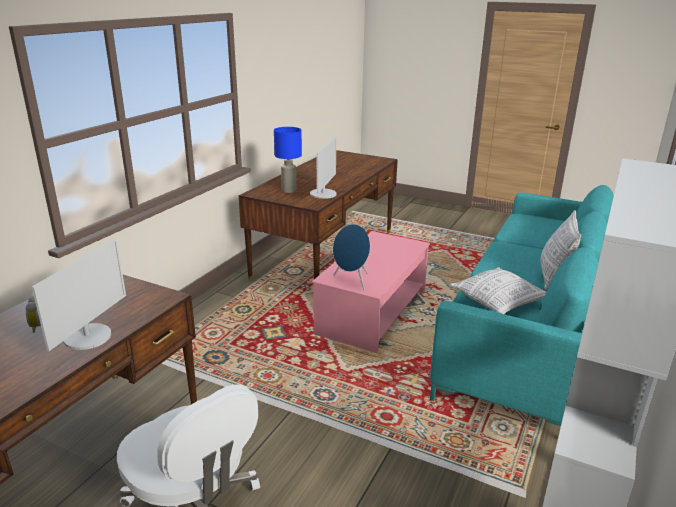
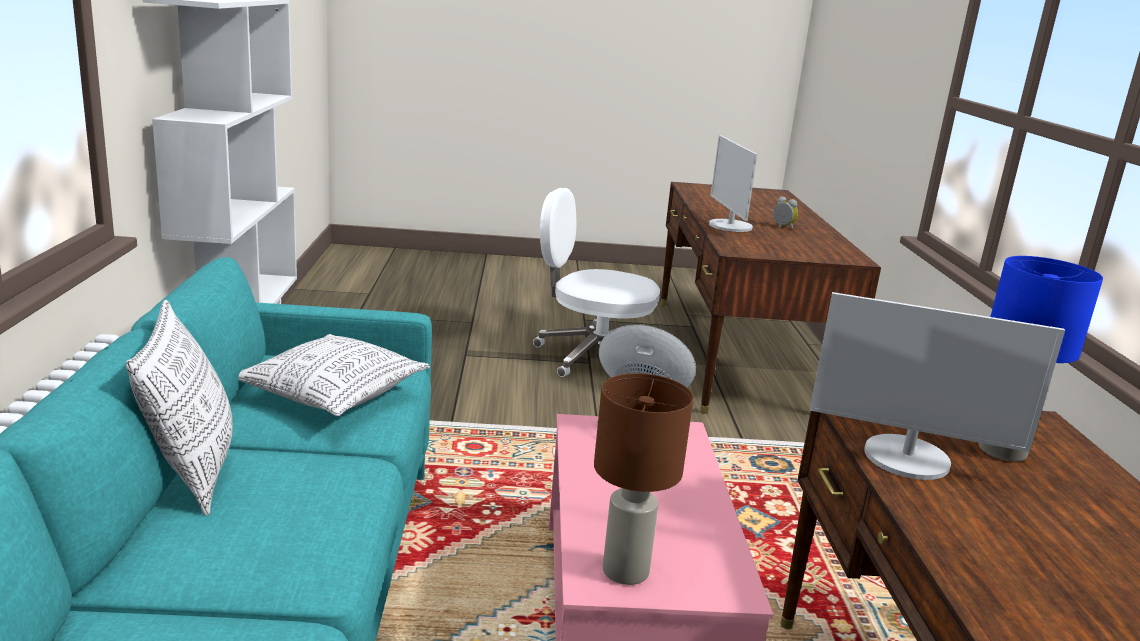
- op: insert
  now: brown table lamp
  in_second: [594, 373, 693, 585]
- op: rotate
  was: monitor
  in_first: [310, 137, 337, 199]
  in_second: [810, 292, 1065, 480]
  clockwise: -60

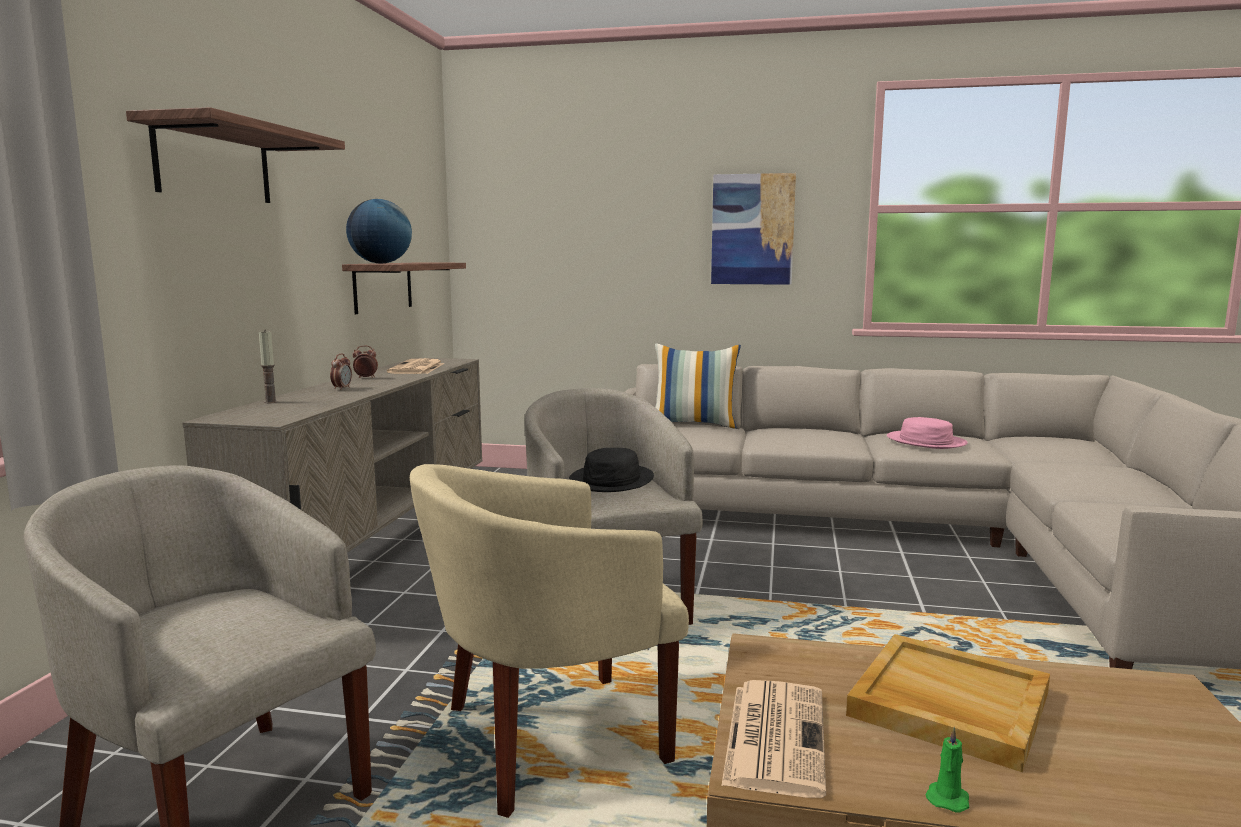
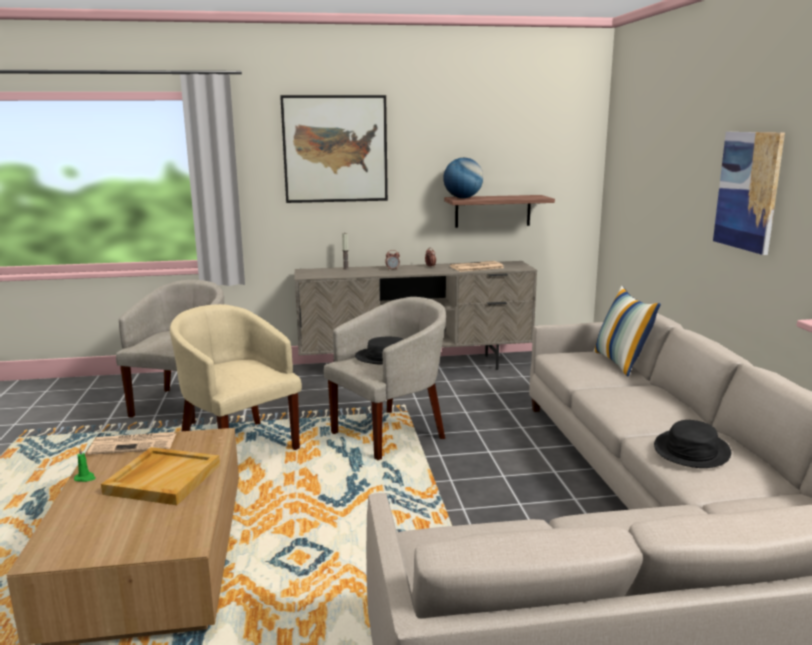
- op: replace
  was: shelf
  now: picture
  in_first: [126, 107, 345, 203]
  in_second: [280, 95, 388, 203]
- op: recolor
  was: pink hat
  now: black hat
  in_first: [887, 417, 968, 449]
  in_second: [654, 420, 731, 468]

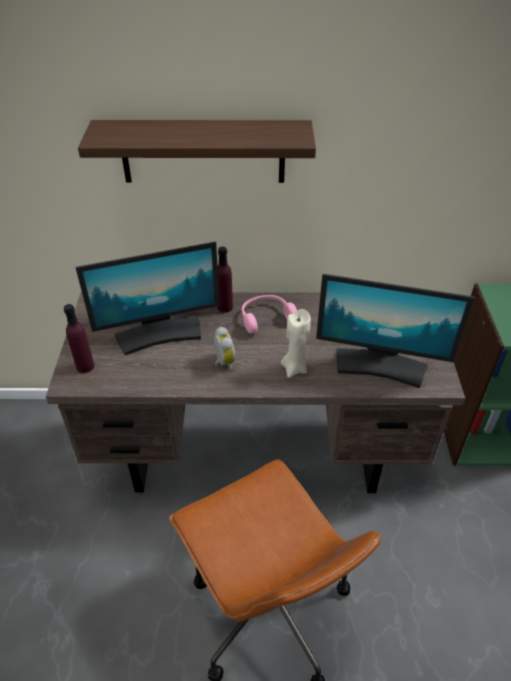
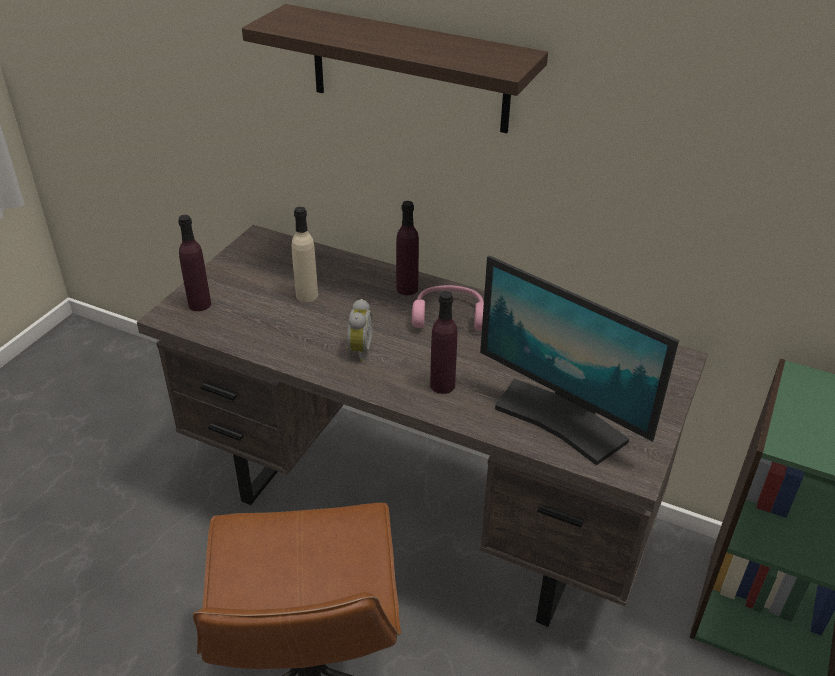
- op: replace
  was: monitor
  now: beige bottle
  in_first: [76, 242, 220, 355]
  in_second: [292, 207, 318, 302]
- op: replace
  was: beige candle
  now: purple bottle
  in_first: [281, 309, 311, 378]
  in_second: [430, 291, 457, 394]

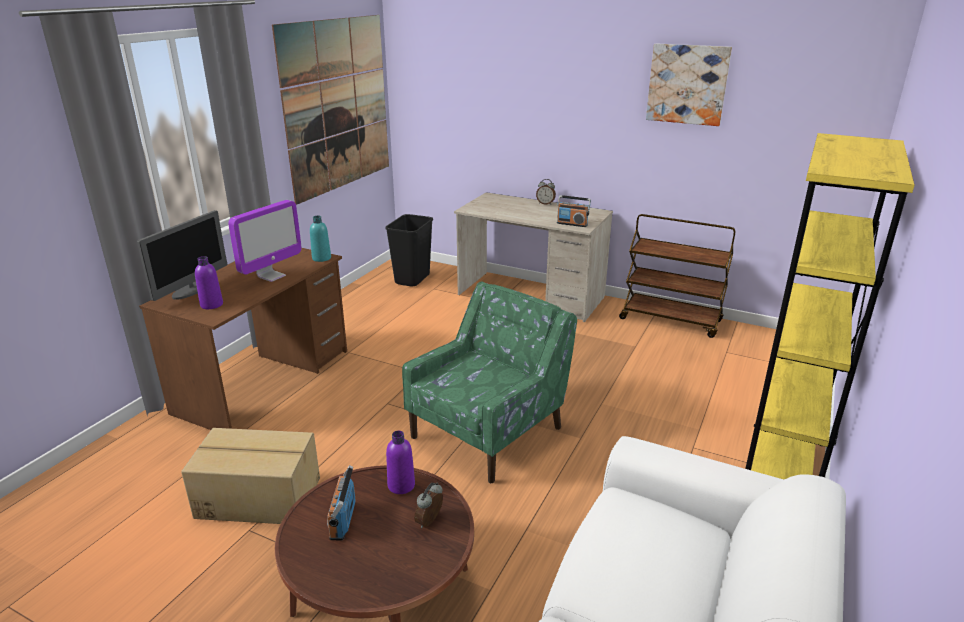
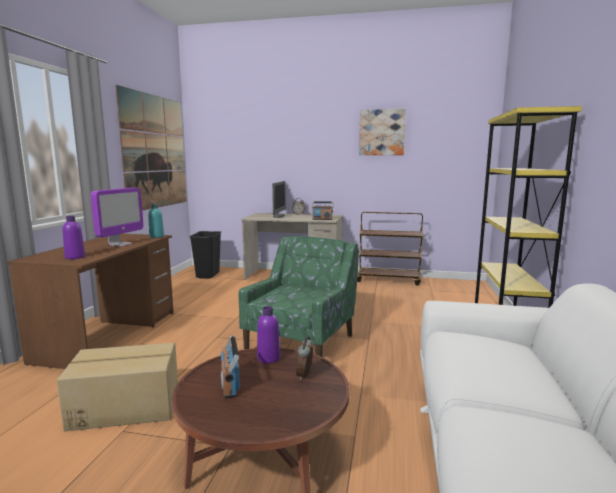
- op: move
  was: monitor
  in_first: [137, 210, 227, 301]
  in_second: [272, 181, 285, 218]

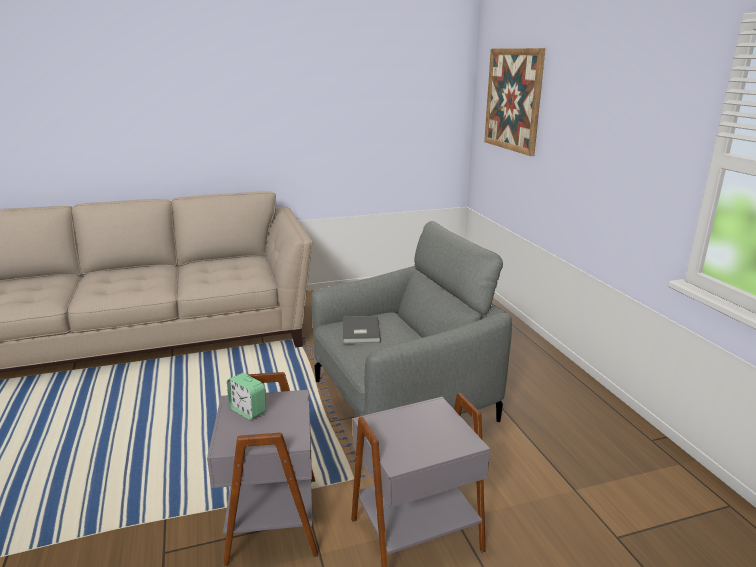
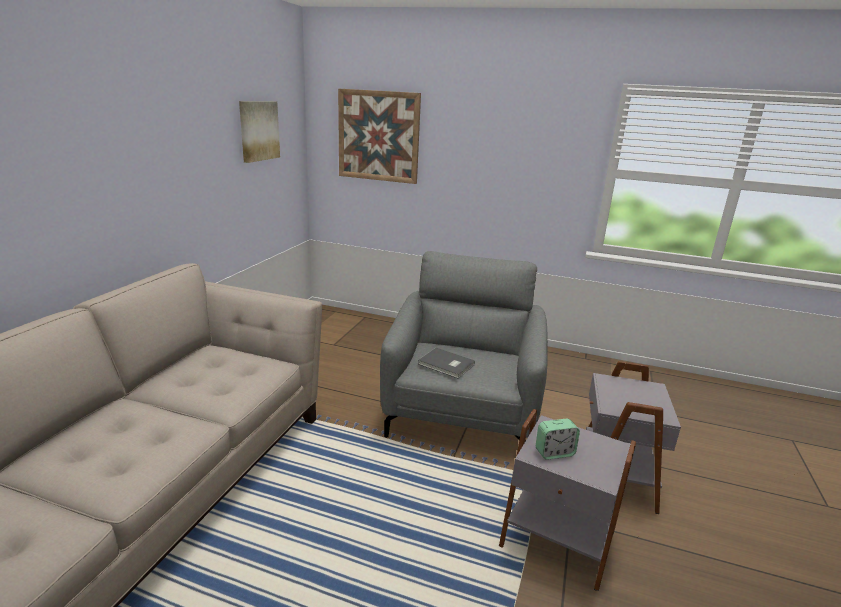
- op: insert
  now: picture
  in_second: [239, 101, 280, 163]

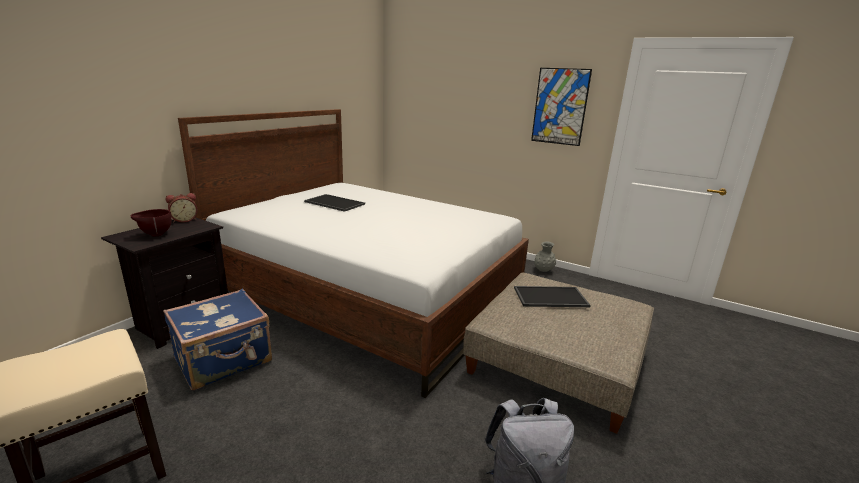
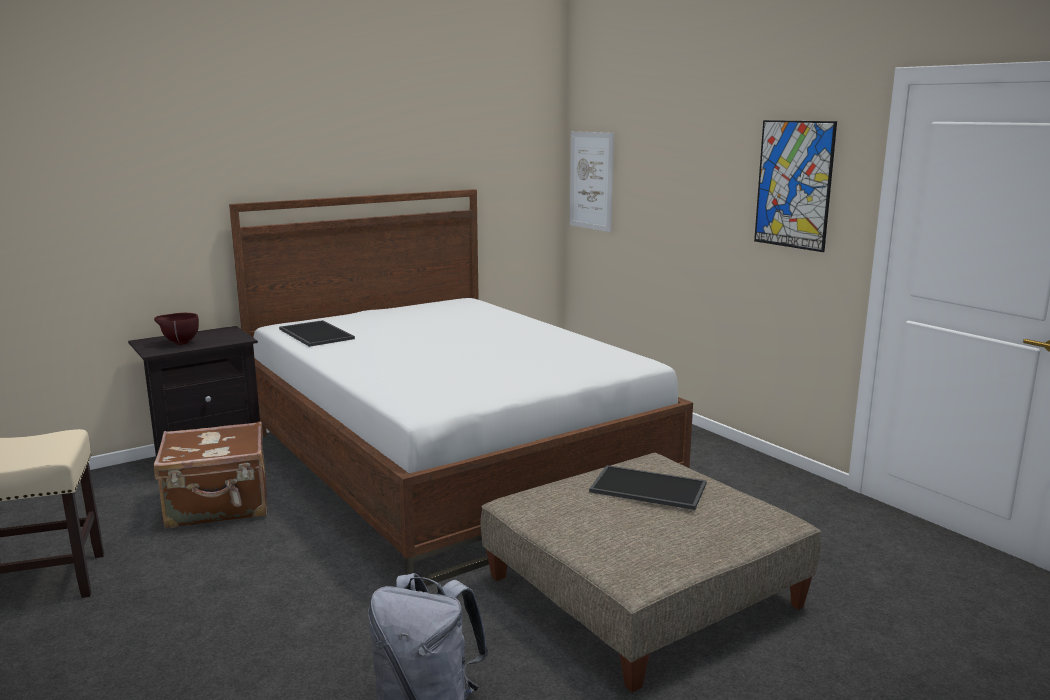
- op: recolor
  was: blue suitcase
  now: brown suitcase
  in_first: [163, 289, 272, 390]
  in_second: [154, 421, 267, 528]
- op: move
  was: tray
  in_first: [304, 194, 365, 212]
  in_second: [279, 320, 355, 347]
- op: insert
  now: picture
  in_second: [570, 131, 614, 232]
- op: delete
  was: alarm clock
  in_first: [166, 193, 198, 223]
- op: delete
  was: grey vase
  in_first: [534, 241, 556, 272]

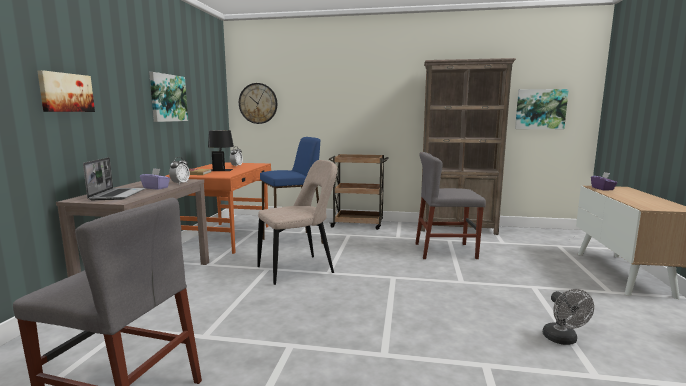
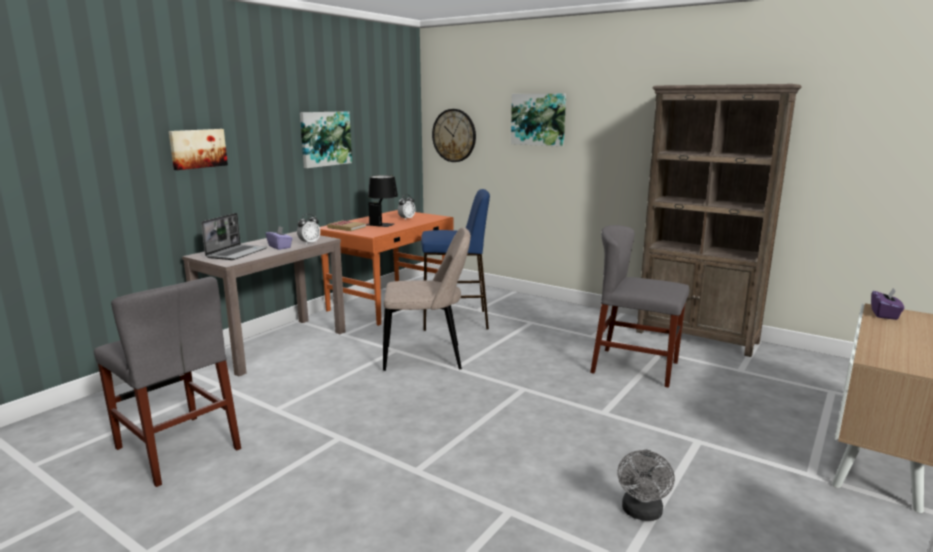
- op: move
  was: picture
  in_first: [515, 89, 569, 129]
  in_second: [511, 94, 566, 147]
- op: delete
  was: brown cart
  in_first: [329, 154, 389, 230]

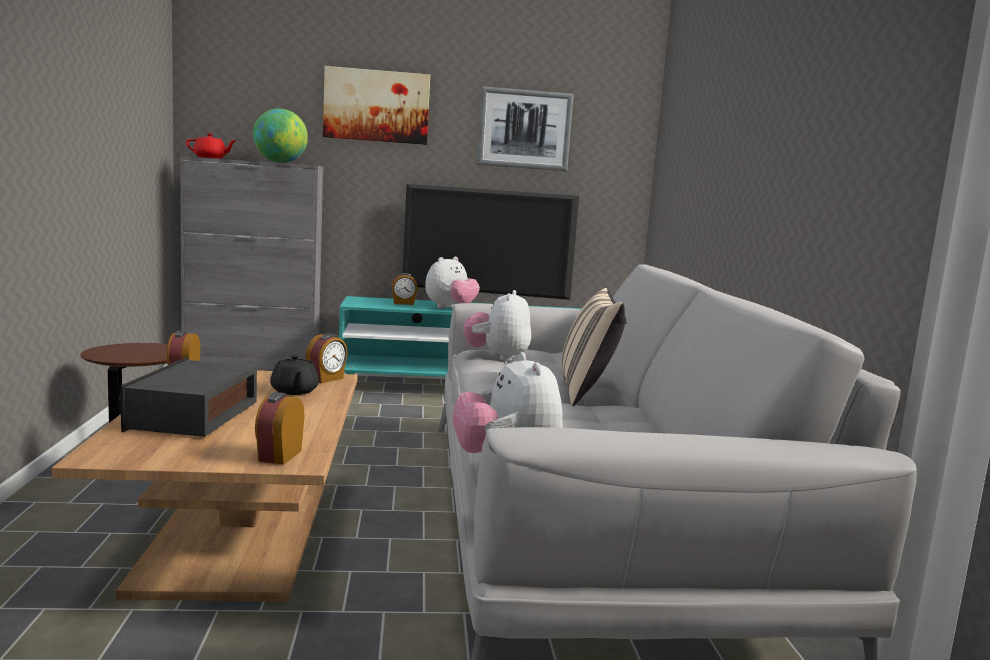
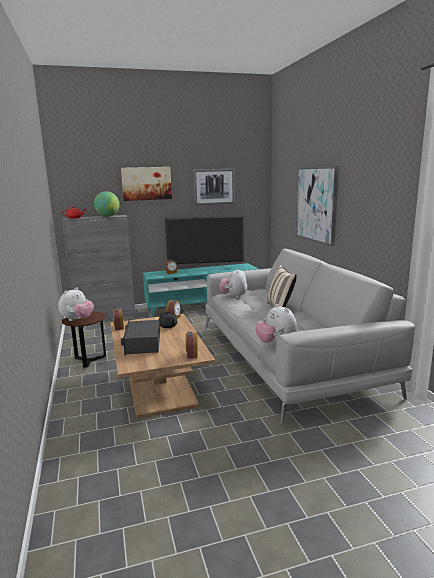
- op: move
  was: plush toy
  in_first: [425, 257, 480, 309]
  in_second: [58, 287, 94, 321]
- op: insert
  now: picture
  in_second: [296, 166, 339, 246]

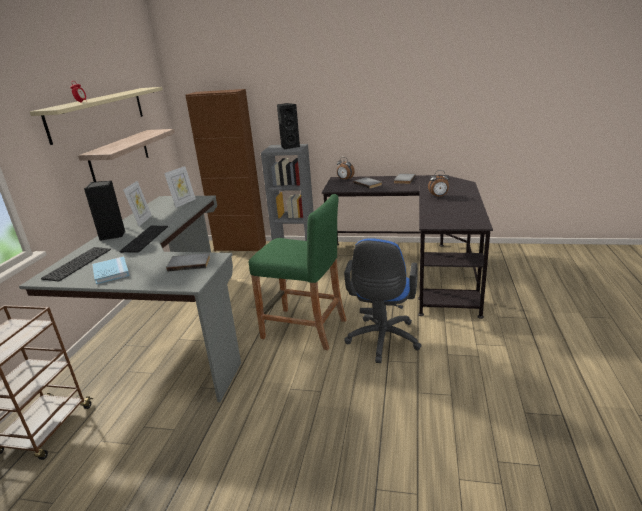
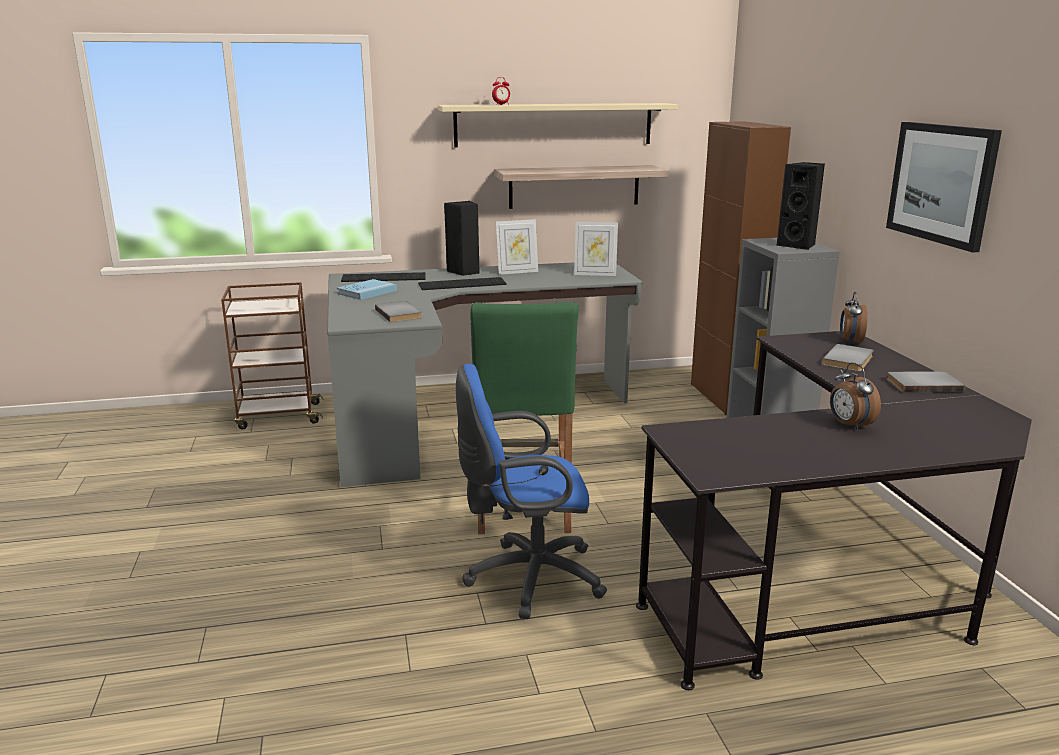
- op: insert
  now: picture
  in_second: [886, 122, 1002, 252]

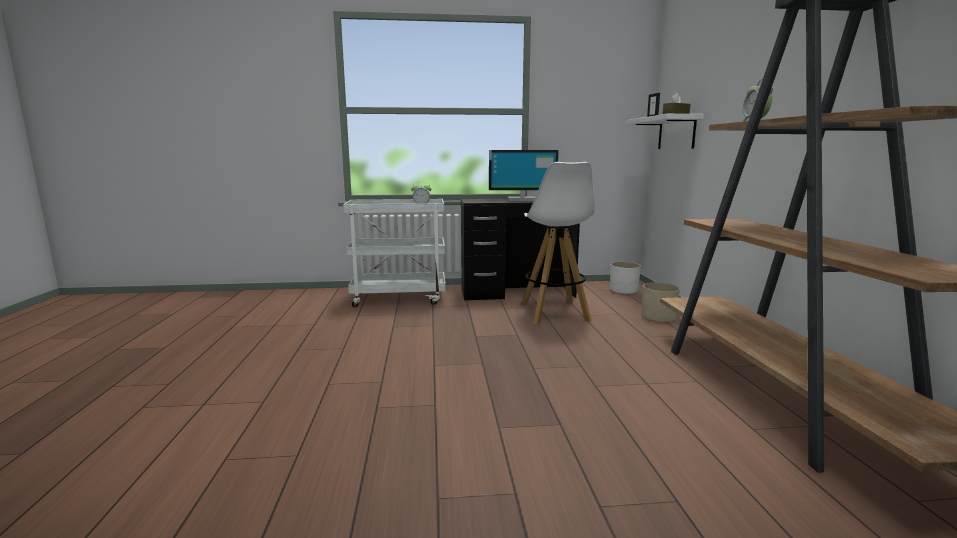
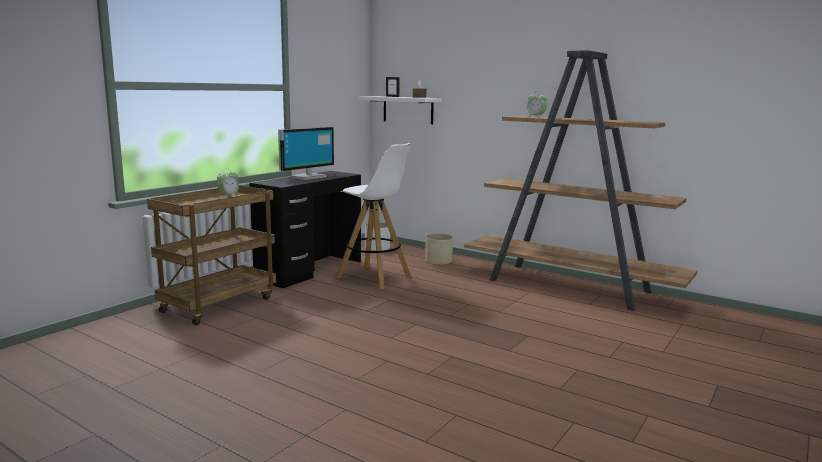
- op: recolor
  was: white cart
  now: brown cart
  in_first: [343, 199, 446, 307]
  in_second: [147, 185, 276, 326]

